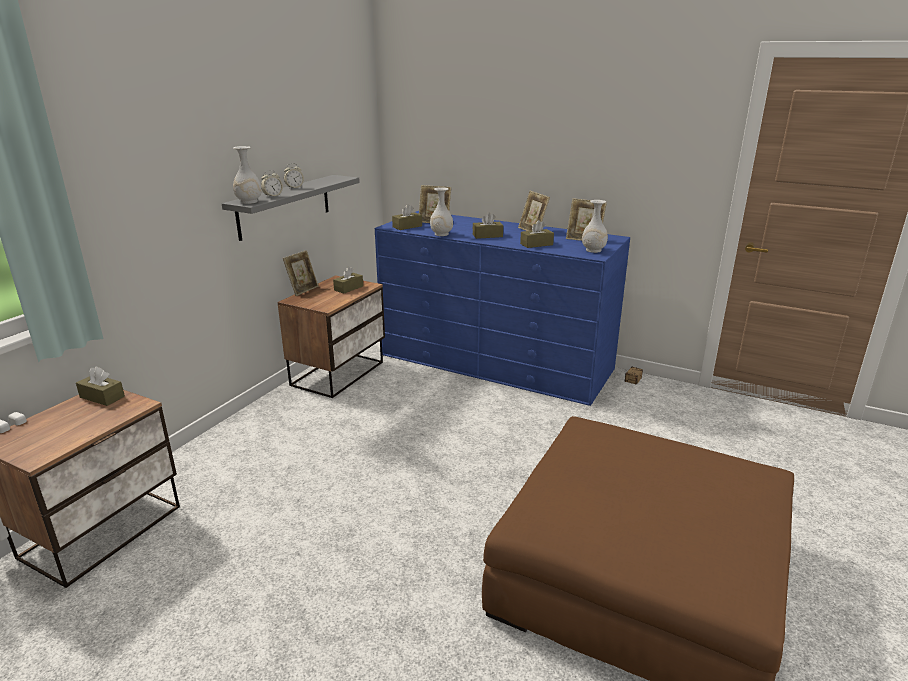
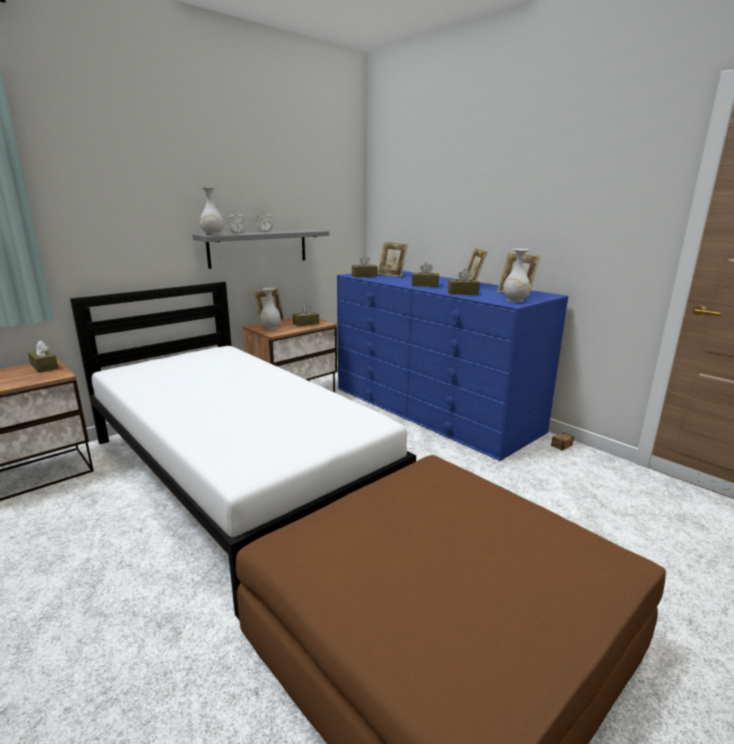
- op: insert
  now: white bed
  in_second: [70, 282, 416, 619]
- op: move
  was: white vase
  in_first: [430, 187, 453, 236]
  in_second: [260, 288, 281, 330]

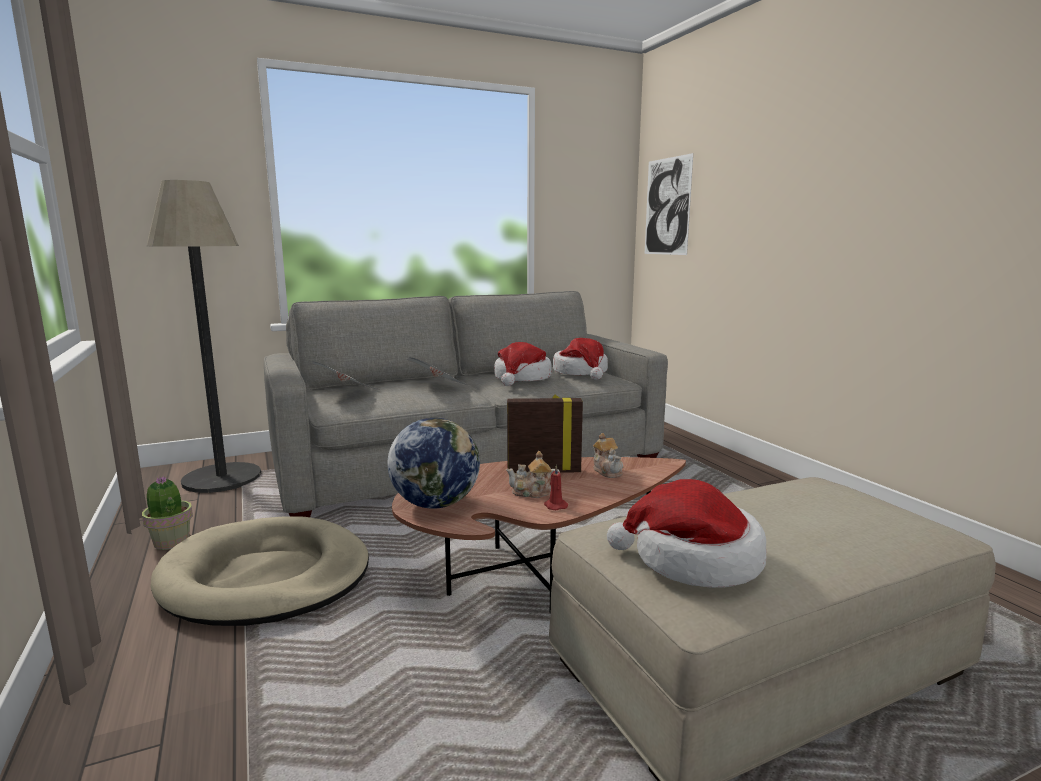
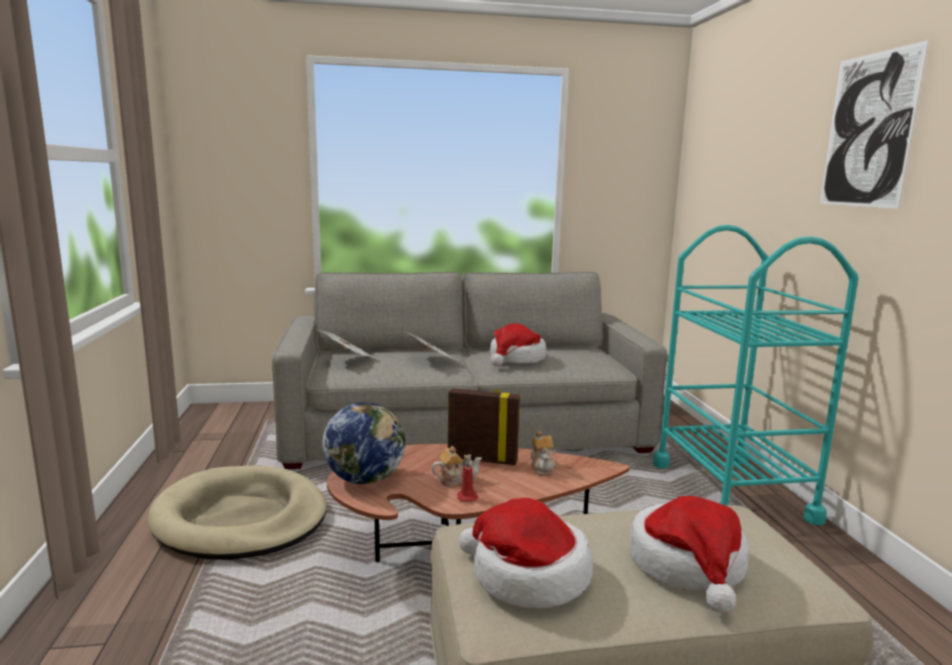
- op: rotate
  was: teapot
  in_first: [506, 451, 561, 498]
  in_second: [432, 446, 482, 487]
  clockwise: 150
- op: move
  was: hat
  in_first: [553, 338, 608, 380]
  in_second: [630, 496, 749, 613]
- op: insert
  now: turquoise cart
  in_second: [653, 225, 859, 525]
- op: move
  was: picture
  in_first: [645, 153, 693, 255]
  in_second: [820, 40, 929, 209]
- op: delete
  was: potted plant
  in_first: [142, 476, 193, 550]
- op: delete
  was: floor lamp
  in_first: [146, 180, 261, 493]

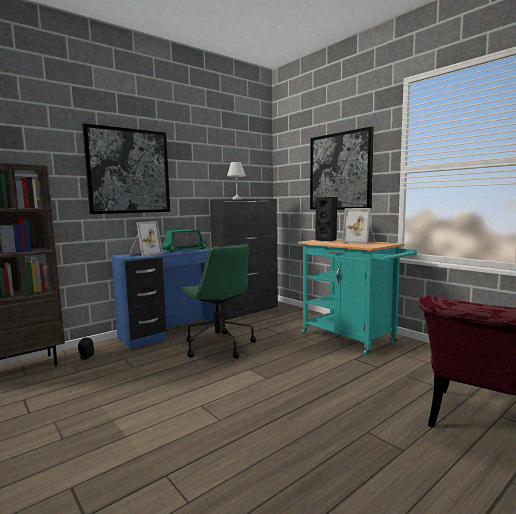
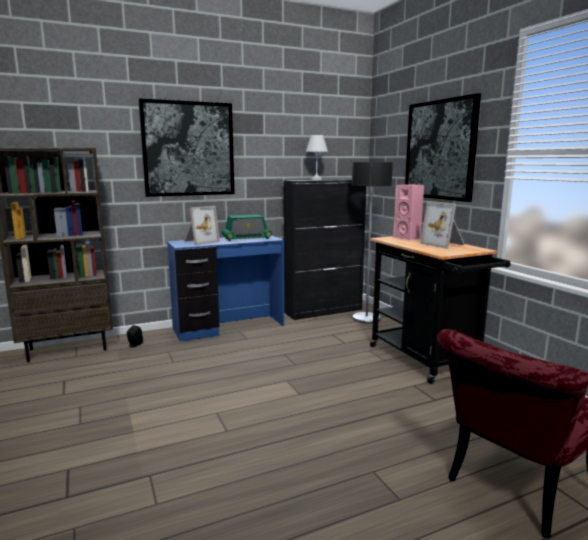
- op: insert
  now: floor lamp
  in_second: [352, 162, 393, 324]
- op: recolor
  was: turquoise cart
  now: black cart
  in_first: [298, 239, 417, 356]
  in_second: [370, 236, 511, 384]
- op: recolor
  was: black speaker
  now: pink speaker
  in_first: [315, 197, 337, 242]
  in_second: [393, 184, 424, 240]
- op: delete
  was: green office chair
  in_first: [179, 244, 256, 359]

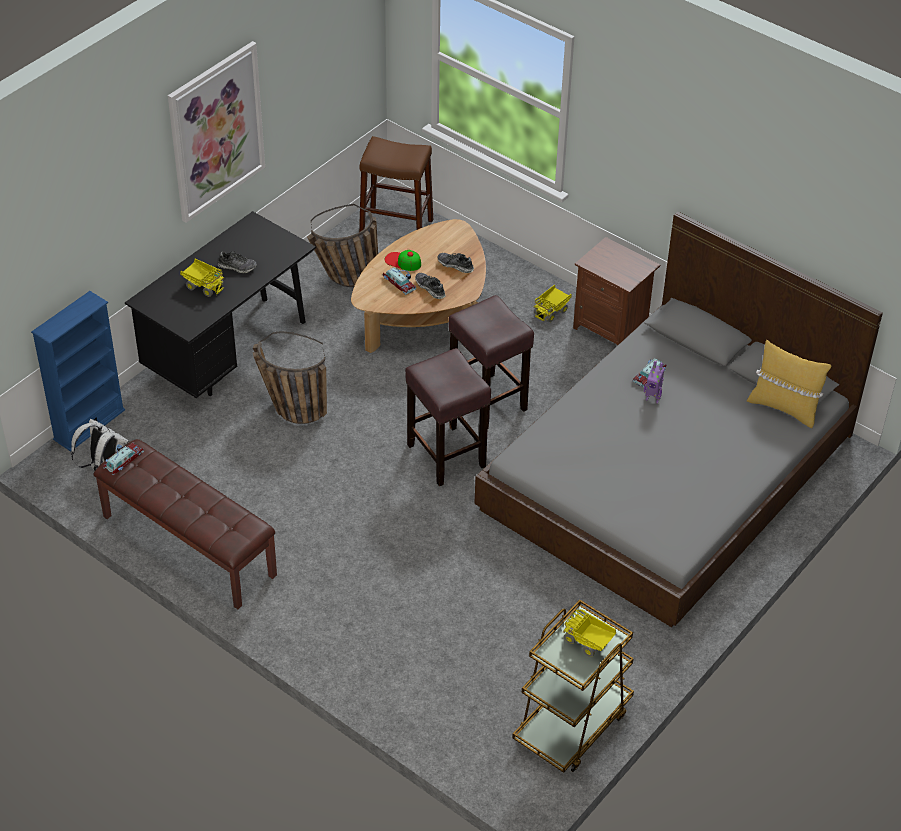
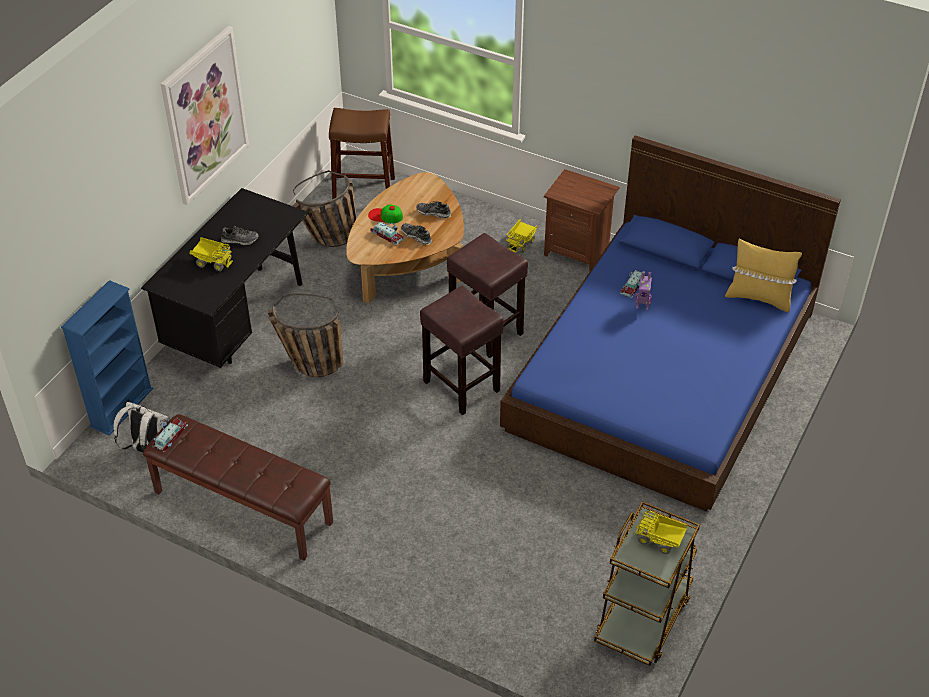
- op: recolor
  was: grey bed
  now: blue bed
  in_first: [474, 212, 883, 627]
  in_second: [500, 135, 841, 511]

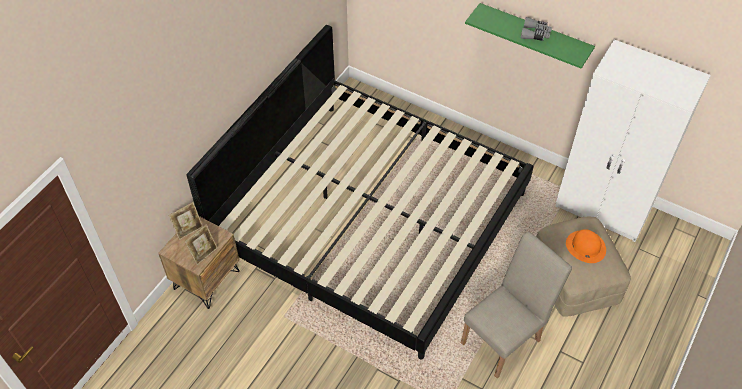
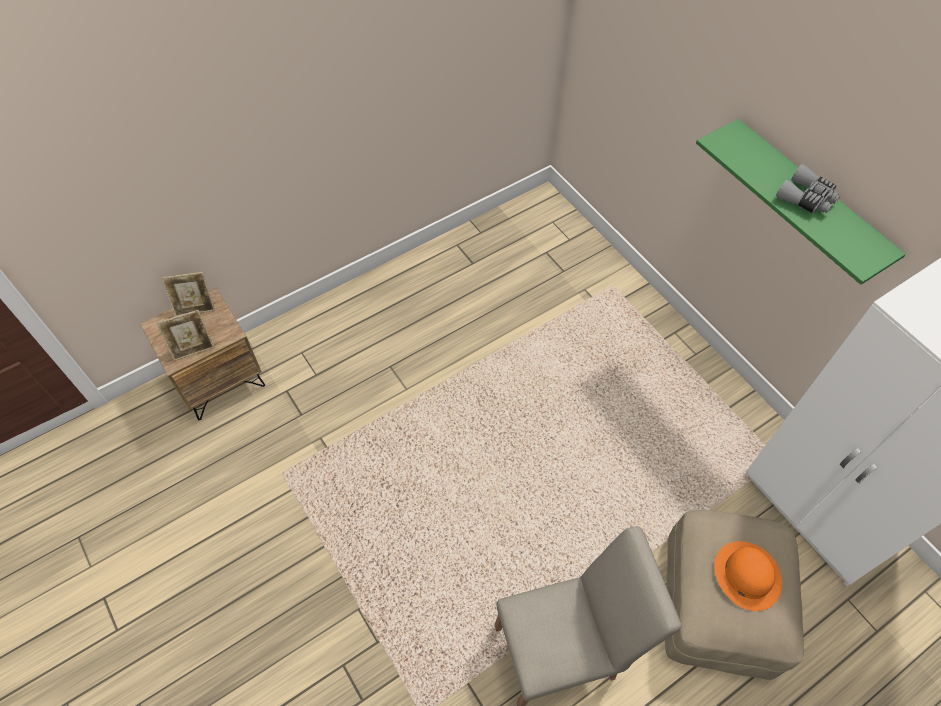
- op: delete
  was: bed
  in_first: [187, 25, 534, 360]

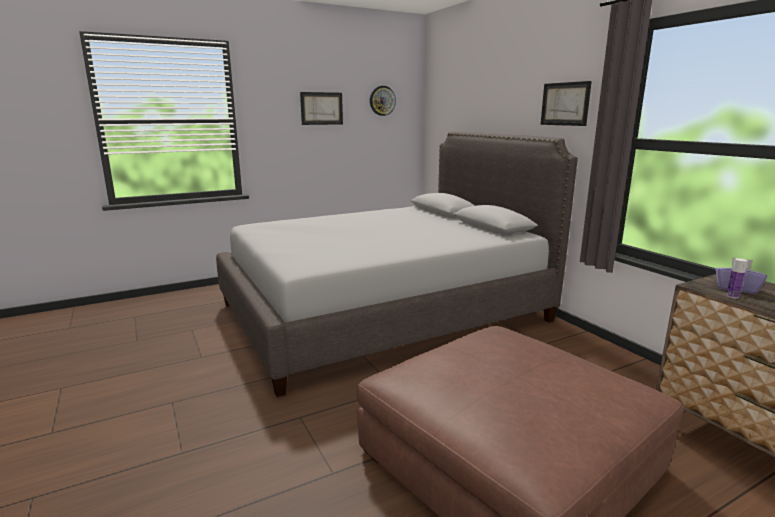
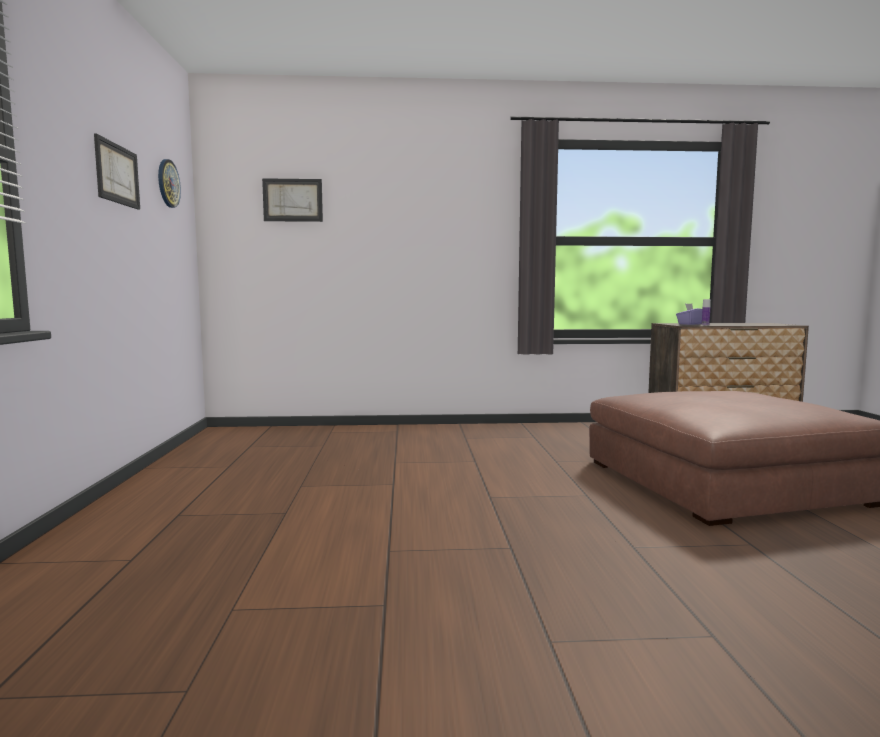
- op: move
  was: picture
  in_first: [541, 81, 592, 126]
  in_second: [262, 178, 323, 222]
- op: delete
  was: grey bed
  in_first: [216, 131, 578, 397]

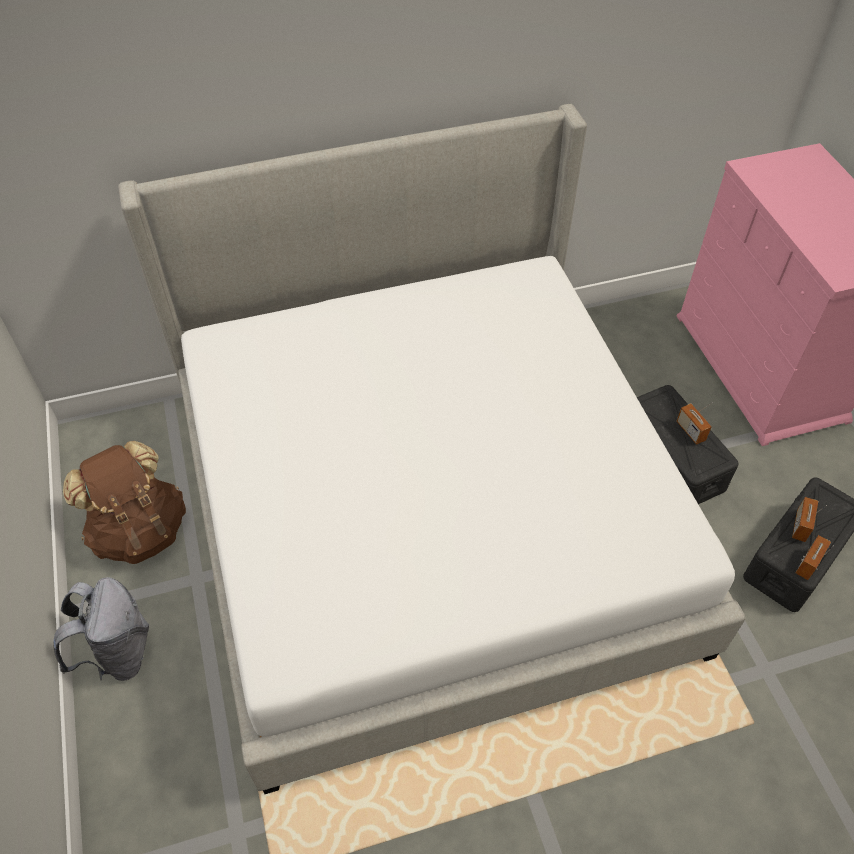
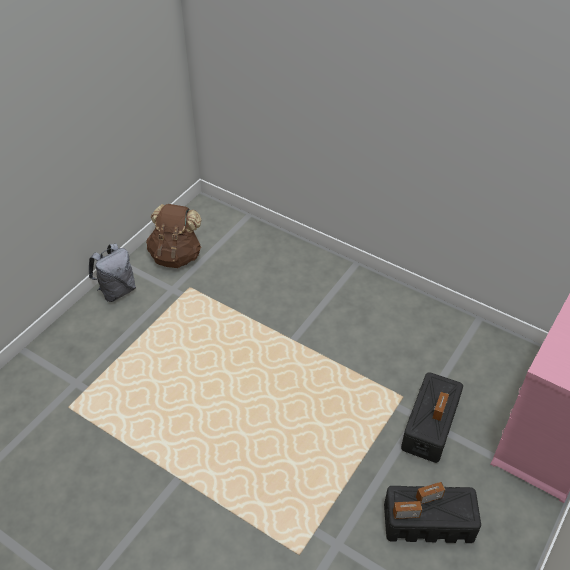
- op: delete
  was: bed
  in_first: [118, 104, 745, 794]

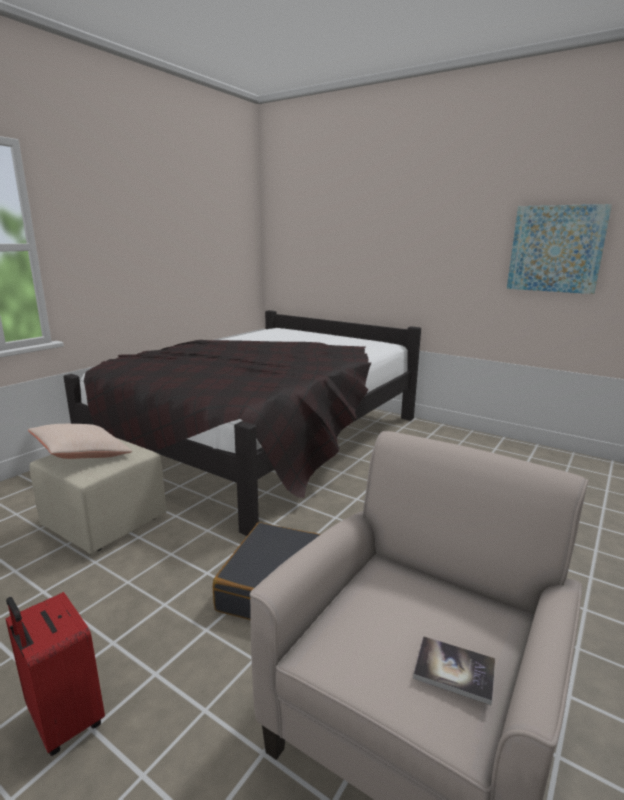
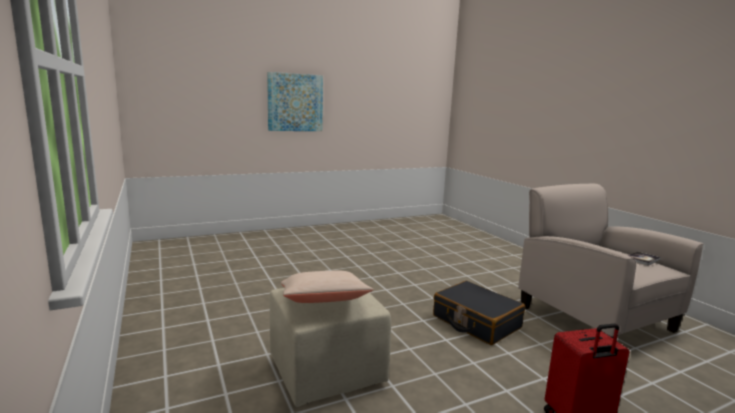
- op: move
  was: picture
  in_first: [507, 204, 612, 294]
  in_second: [267, 72, 323, 131]
- op: delete
  was: black bed
  in_first: [63, 310, 421, 536]

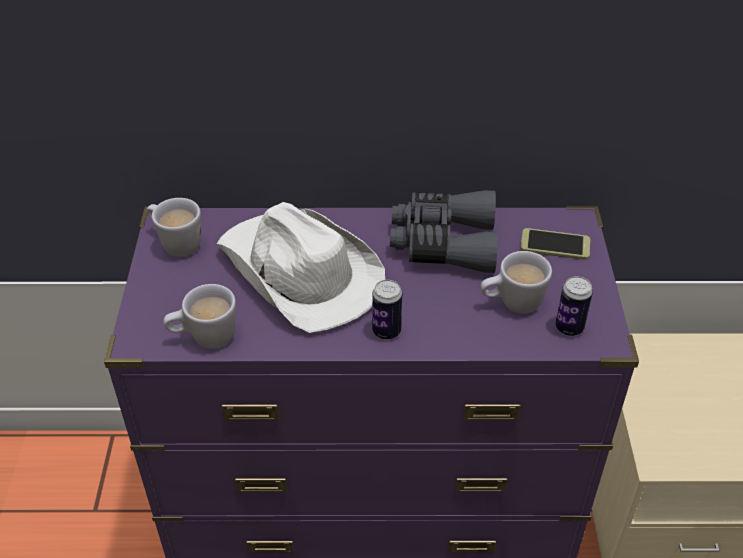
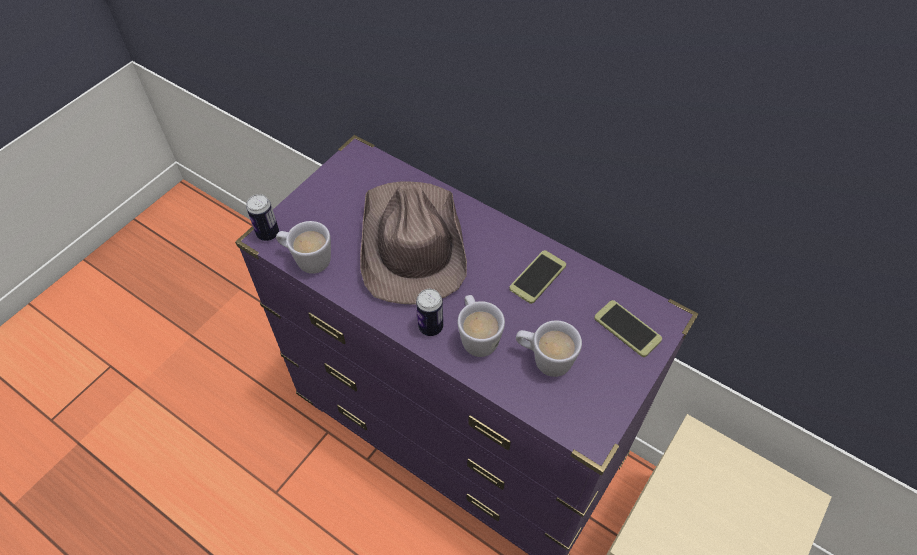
- op: move
  was: can
  in_first: [555, 276, 593, 336]
  in_second: [246, 194, 279, 241]
- op: recolor
  was: white hat
  now: brown hat
  in_first: [217, 202, 385, 333]
  in_second: [360, 182, 467, 305]
- op: move
  was: white mug
  in_first: [147, 198, 201, 257]
  in_second: [457, 295, 505, 357]
- op: replace
  was: grey binoculars
  now: phone
  in_first: [390, 190, 498, 273]
  in_second: [509, 250, 566, 304]

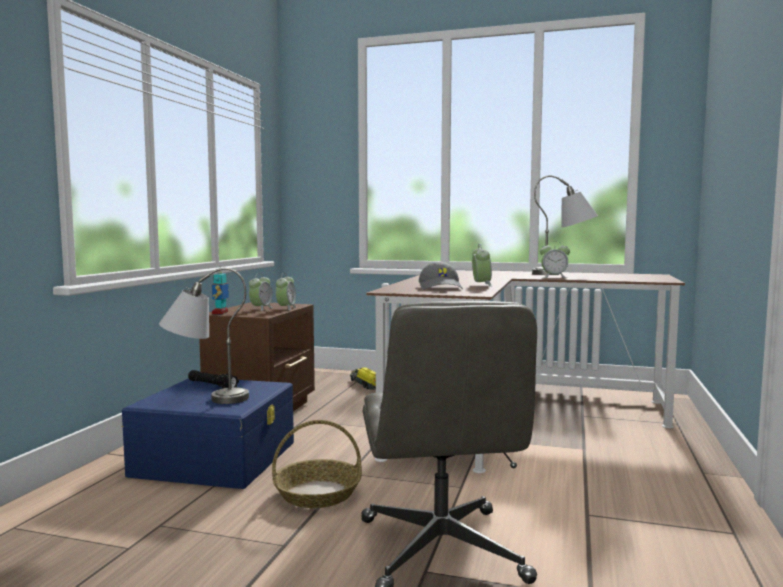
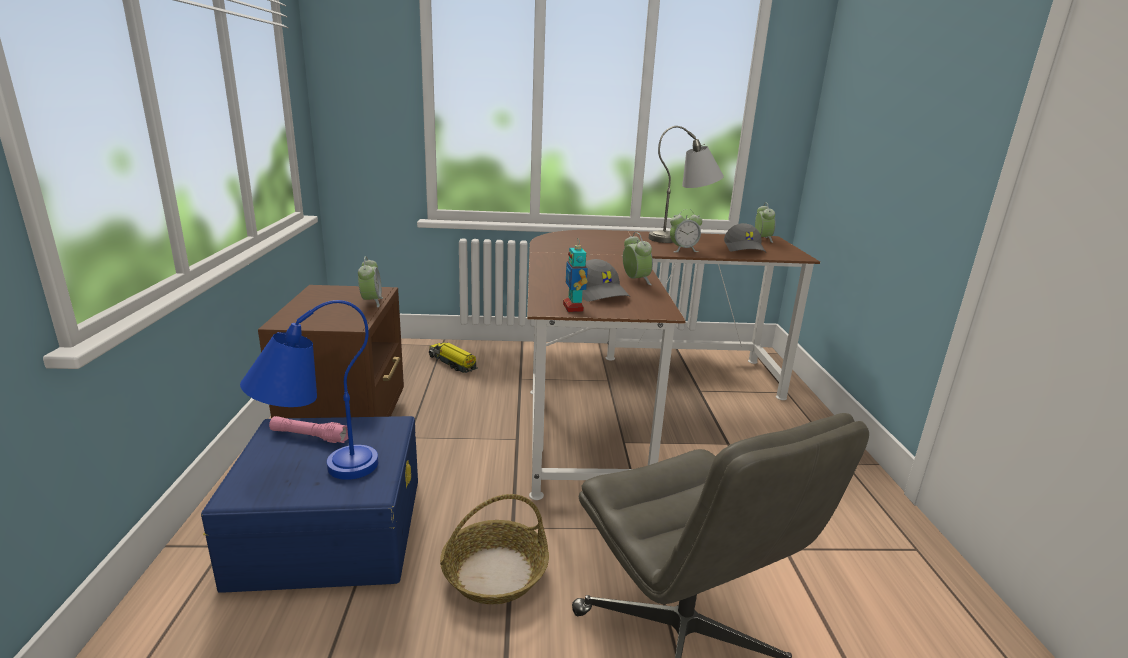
- op: recolor
  was: grey table lamp
  now: blue table lamp
  in_first: [159, 268, 249, 404]
  in_second: [240, 300, 378, 480]
- op: recolor
  was: black flashlight
  now: pink flashlight
  in_first: [188, 370, 239, 388]
  in_second: [269, 416, 348, 443]
- op: move
  was: toy robot
  in_first: [212, 266, 229, 314]
  in_second: [563, 238, 588, 312]
- op: insert
  now: grey cap
  in_second: [724, 223, 766, 252]
- op: move
  was: alarm clock
  in_first: [249, 273, 273, 311]
  in_second: [755, 202, 776, 243]

